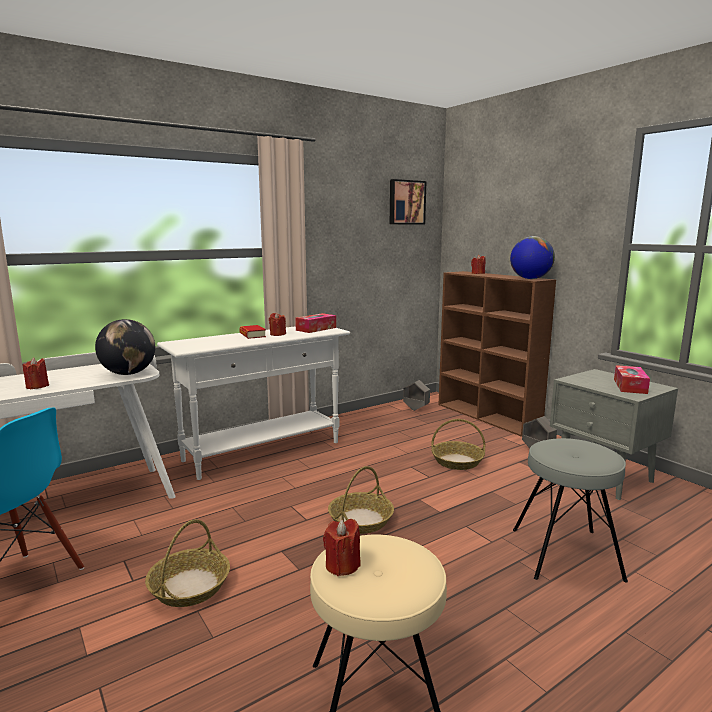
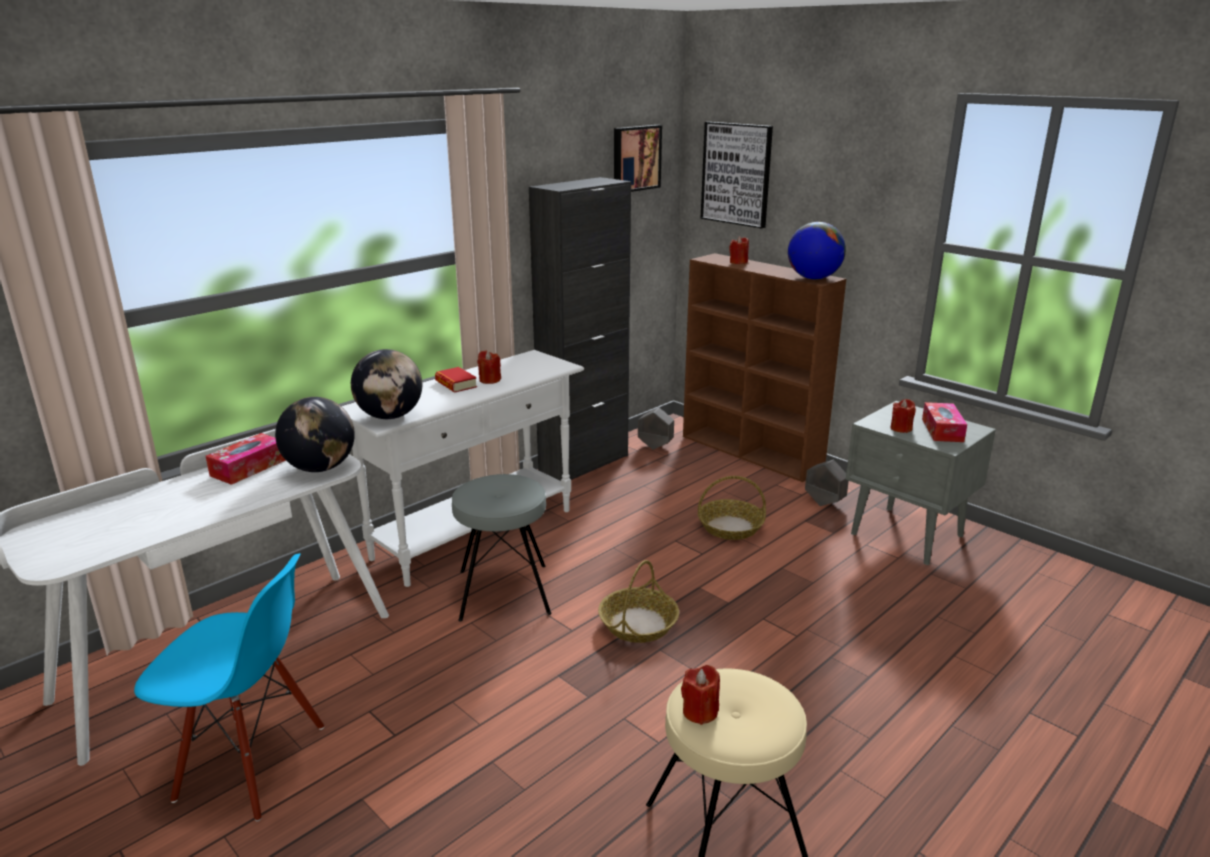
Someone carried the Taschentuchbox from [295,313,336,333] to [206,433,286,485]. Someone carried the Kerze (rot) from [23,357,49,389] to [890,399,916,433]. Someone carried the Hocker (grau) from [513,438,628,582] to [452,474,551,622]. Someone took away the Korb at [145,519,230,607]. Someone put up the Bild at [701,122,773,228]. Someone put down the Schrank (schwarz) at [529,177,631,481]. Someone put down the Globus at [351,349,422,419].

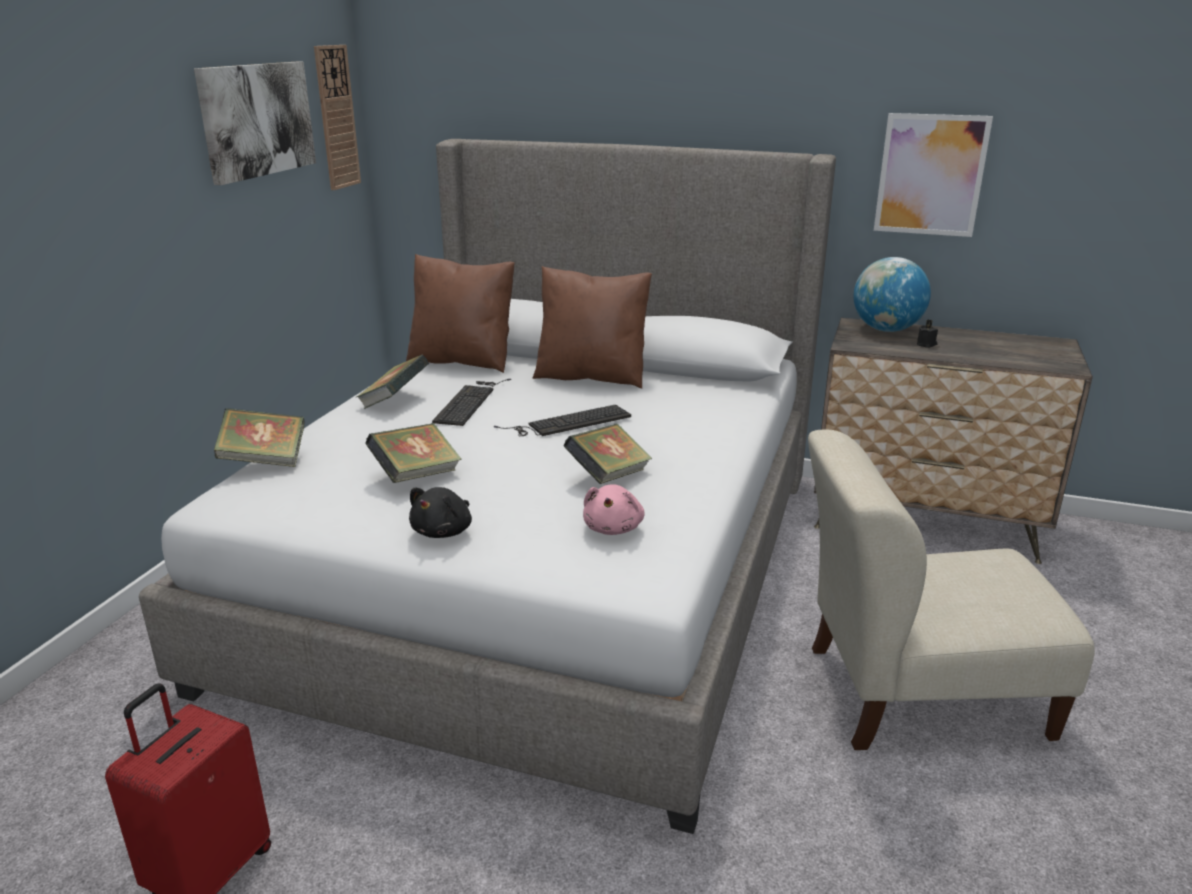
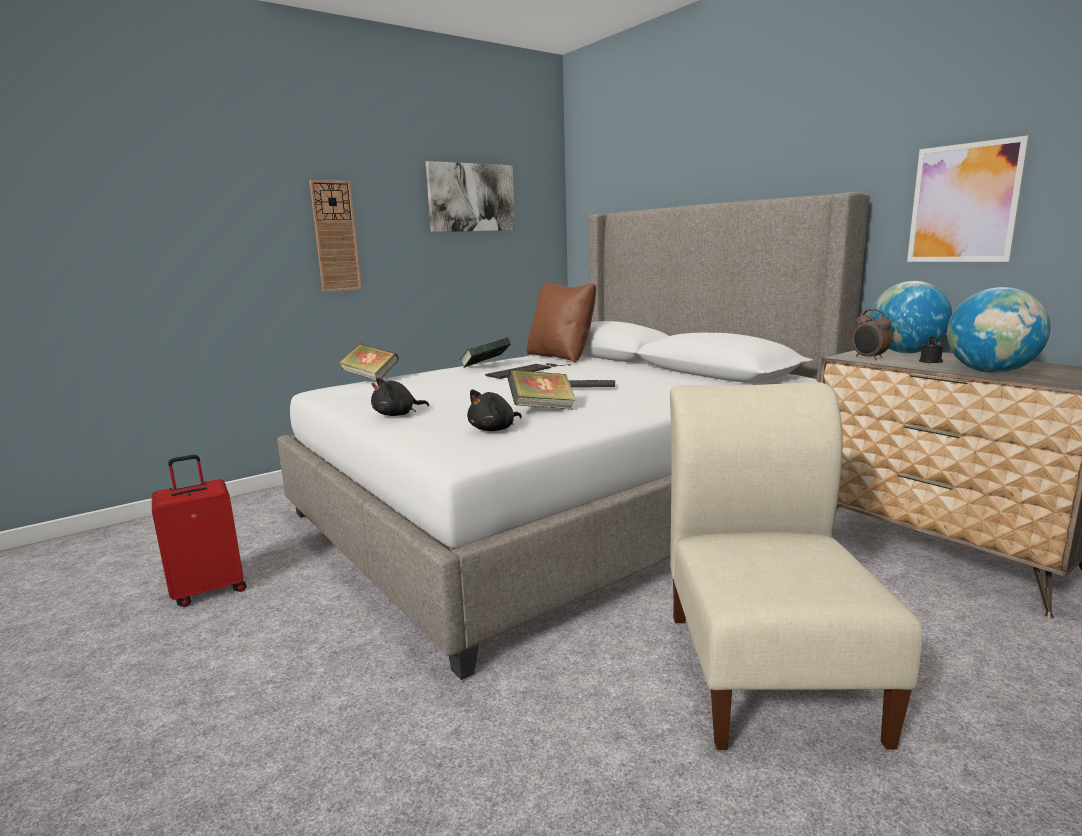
Someone carried the Wanduhr from [314,45,361,190] to [309,180,361,292]. Someone took away the Kissen (braun) at [533,266,652,388]. Someone took away the Buch at [365,423,462,483]. Someone rotated the Stuhl (beige) at [808,430,1095,750] by 60 degrees clockwise. Someone repainted the Plüschtier (rosa) at [583,484,645,535], which became the Plüschtier (schwarz) at [467,390,522,431]. Someone put down the Globus at [947,287,1051,373]. Someone put down the Wecker at [852,309,892,360].

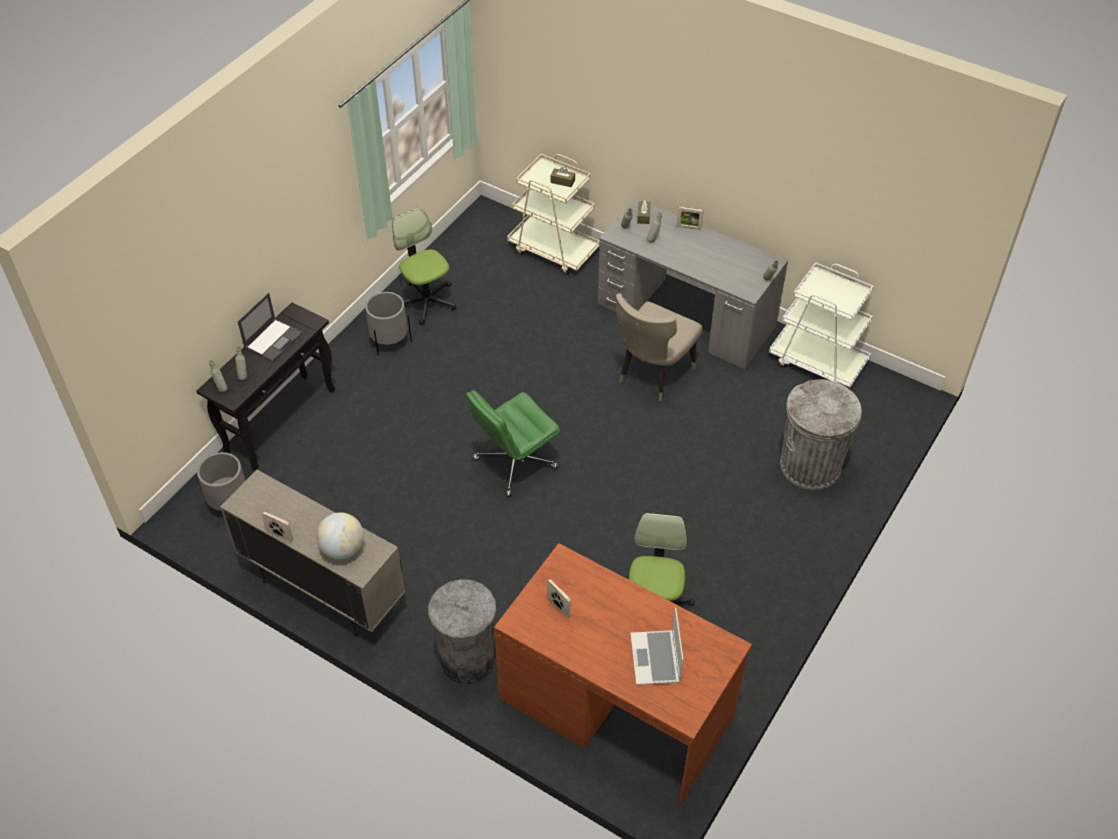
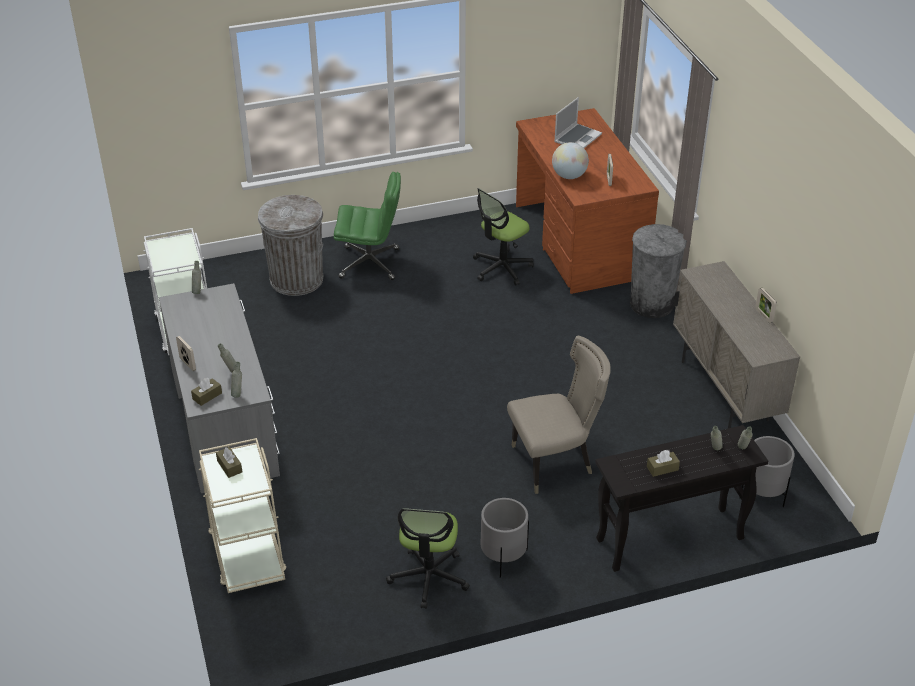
Someone swapped the Laptop at [238,293,303,362] for the Taschentuchbox (braun) at [647,450,680,477]. Someone carried the Stuhl (beige) from [616,294,703,401] to [507,335,611,494]. Someone carried the Bürostuhl (grün) from [466,390,560,497] to [334,172,401,280]. Someone carried the Globus from [316,512,364,560] to [552,142,589,179].

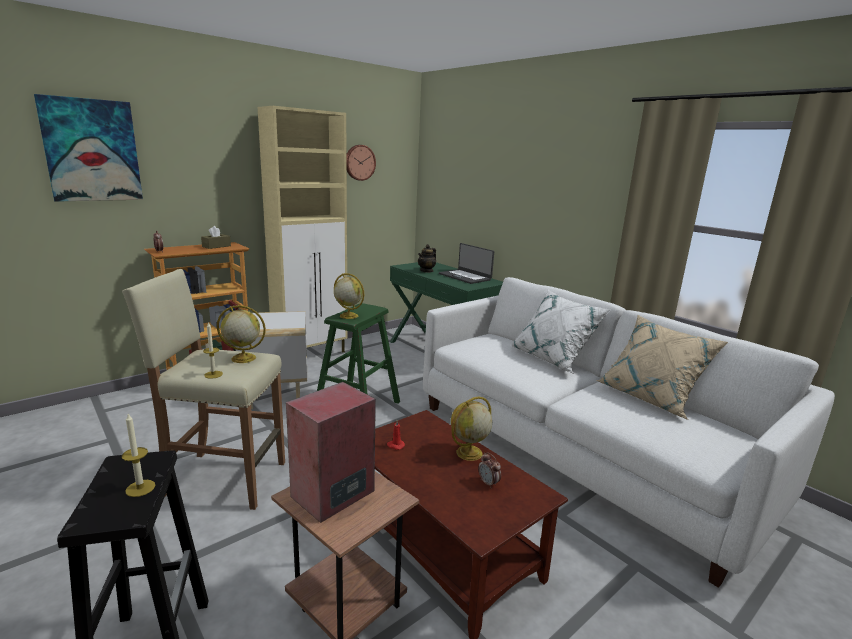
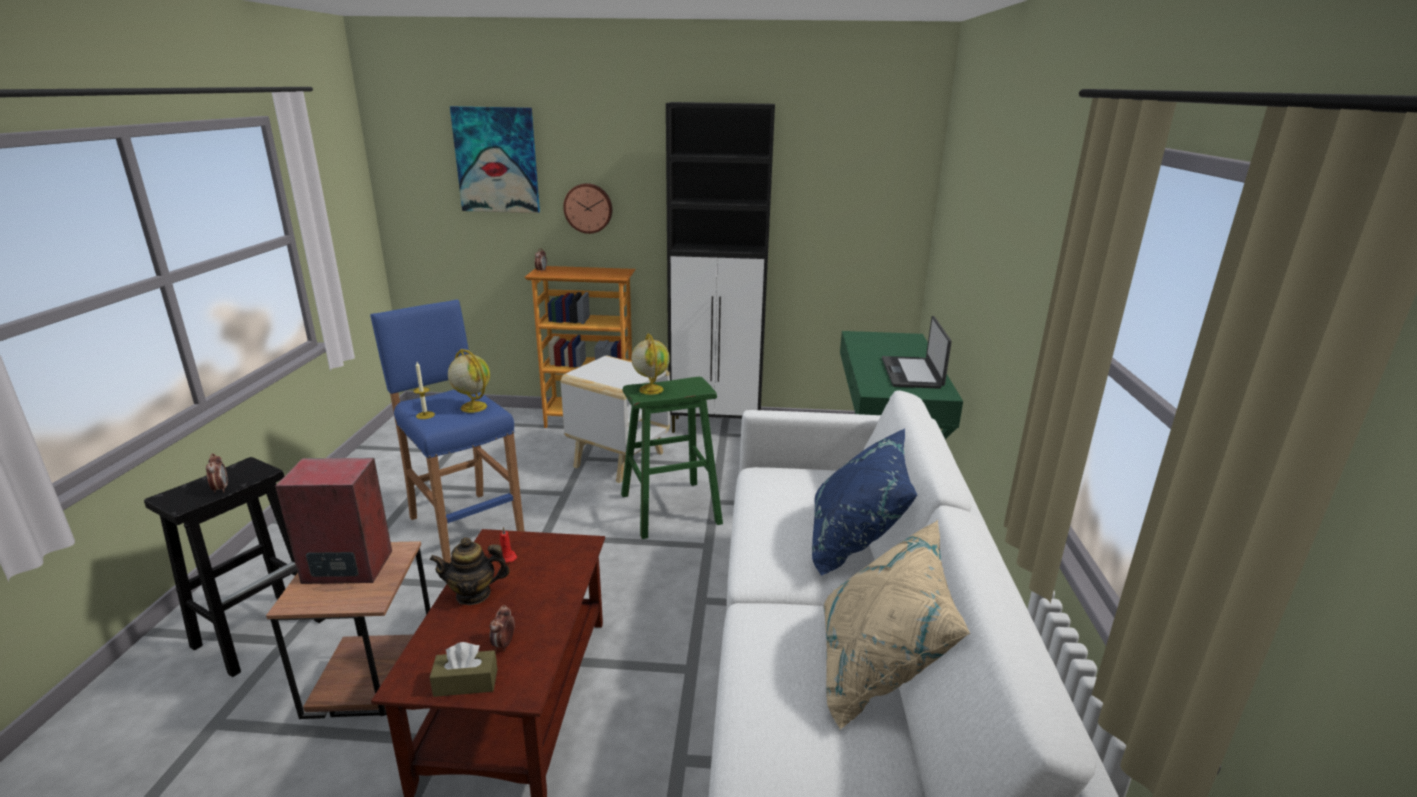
Someone repainted the Schrank (beige) at [258,106,348,352], which became the Schrank (schwarz) at [666,102,775,433]. Someone carried the Wanduhr from [347,145,376,181] to [563,183,612,234]. Someone carried the Taschentuchbox (braun) from [201,226,231,249] to [430,642,498,697]. Someone carried the Teekanne from [418,244,436,273] to [429,537,510,605]. Someone repainted the Hocker (beige) at [122,269,285,510], which became the Hocker (blau) at [370,299,525,563]. Someone repainted the Kissen (weiß) at [510,290,611,374], which became the Kissen (blau) at [812,428,917,576]. Someone took away the Globus at [451,396,492,461]. Someone swapped the Kerze at [122,414,155,497] for the Wecker at [206,453,228,493].

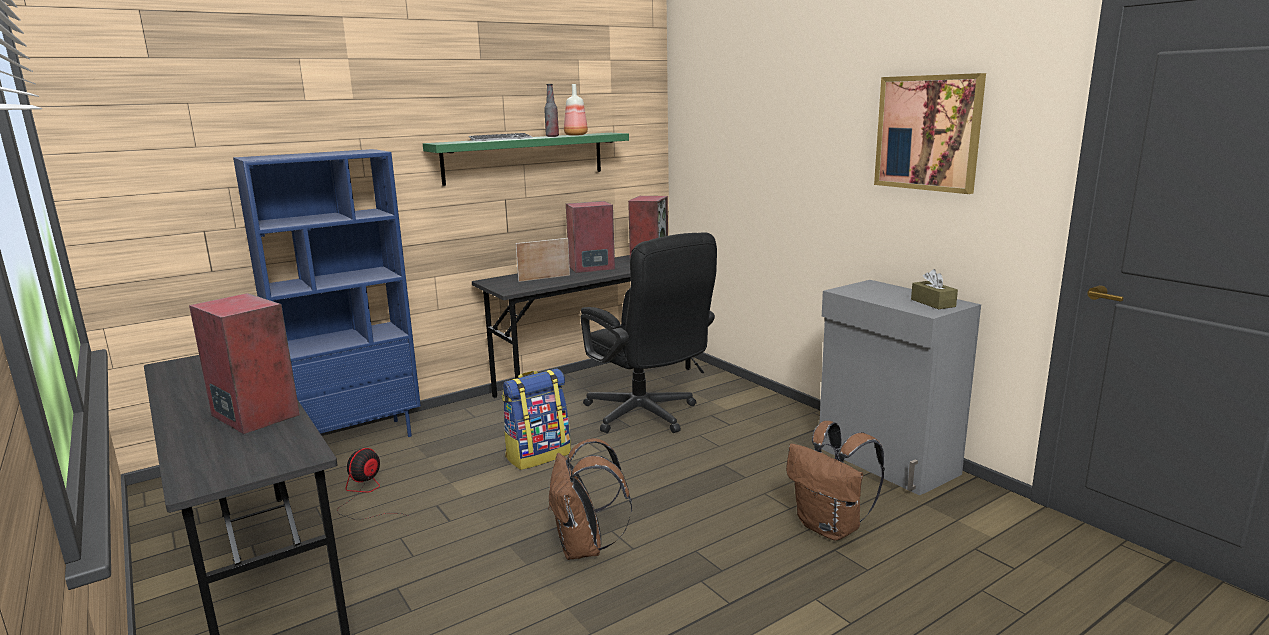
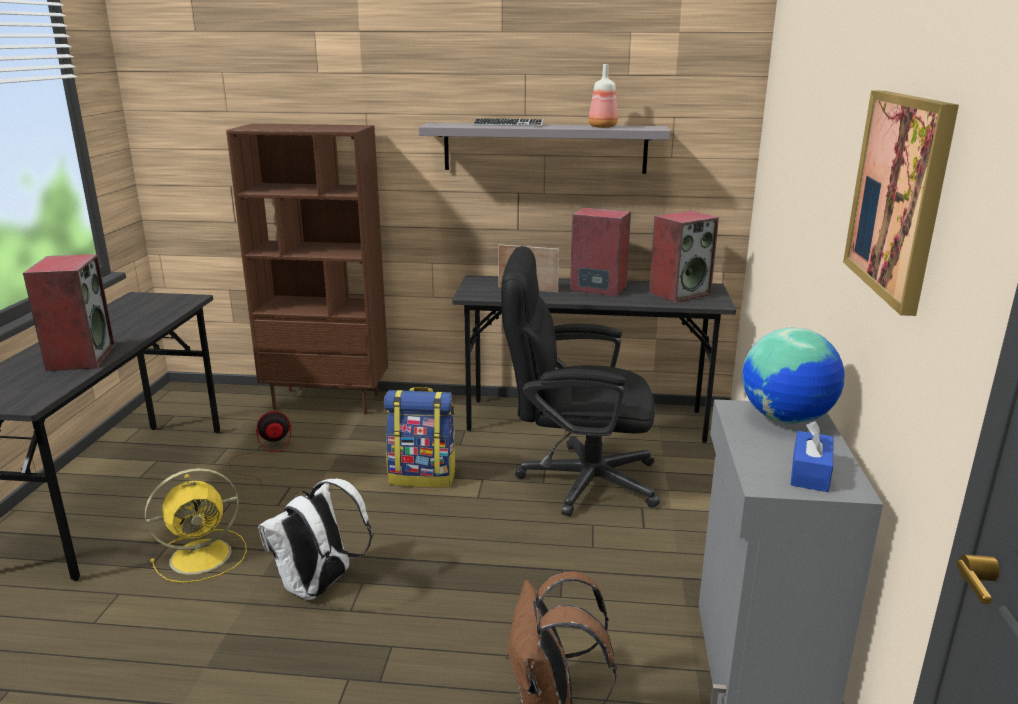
Someone took away the Flasche at [544,84,559,137]. Someone repainted the Wandregal (grün) at [423,133,629,186], which became the Wandregal (grau) at [419,123,670,174]. Someone repainted the Bücherregal (blau) at [233,149,421,437], which became the Bücherregal (braun) at [226,124,388,414]. Someone rotated the Bürostuhl (schwarz) at [580,232,717,433] by 90 degrees clockwise. Someone repainted the Taschentuchbox (braun) at [911,269,958,309], which became the Taschentuchbox (blau) at [790,421,833,492]. Someone repainted the Rucksack (braun) at [548,438,632,560], which became the Rucksack (weiß) at [258,479,372,600]. Someone put down the Globus at [742,328,845,424]. Someone put down the Ventilator (gelb) at [145,468,247,583].

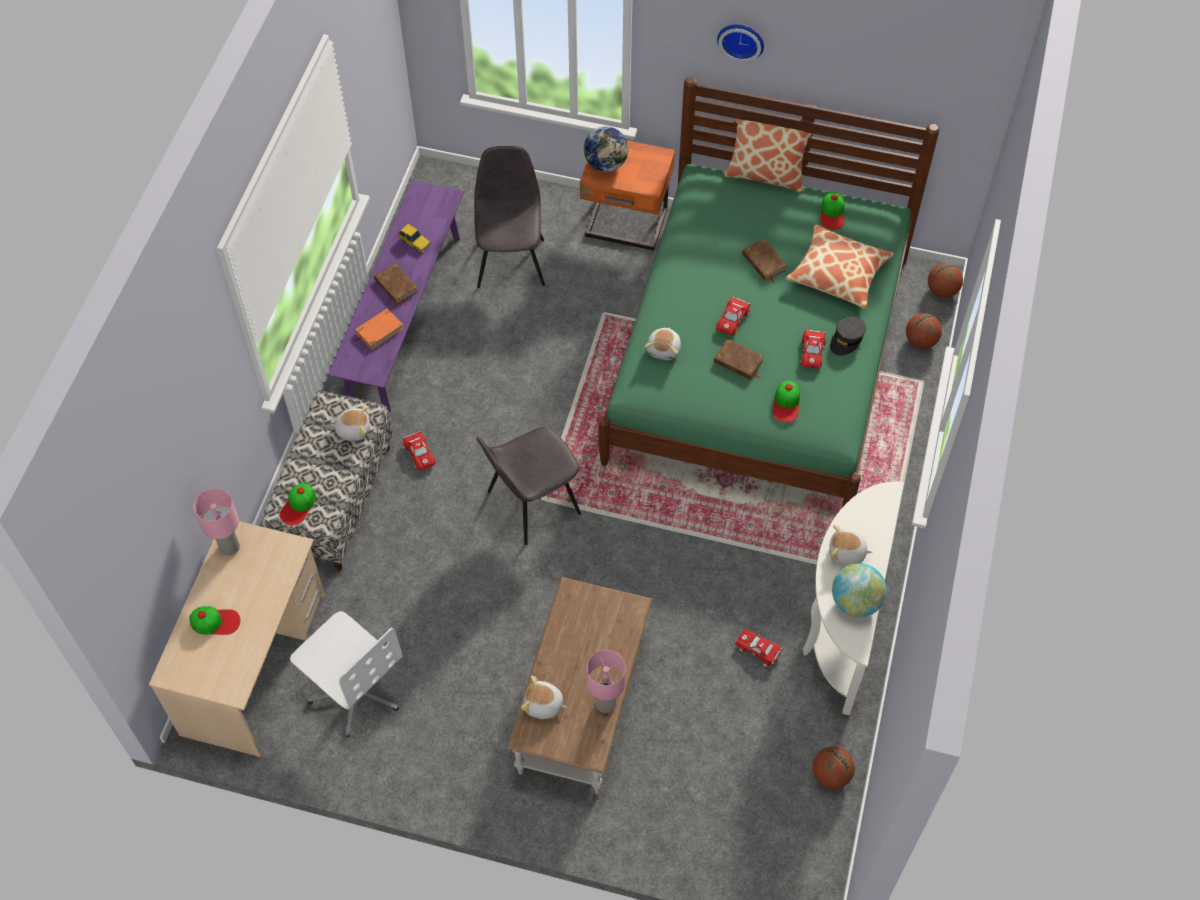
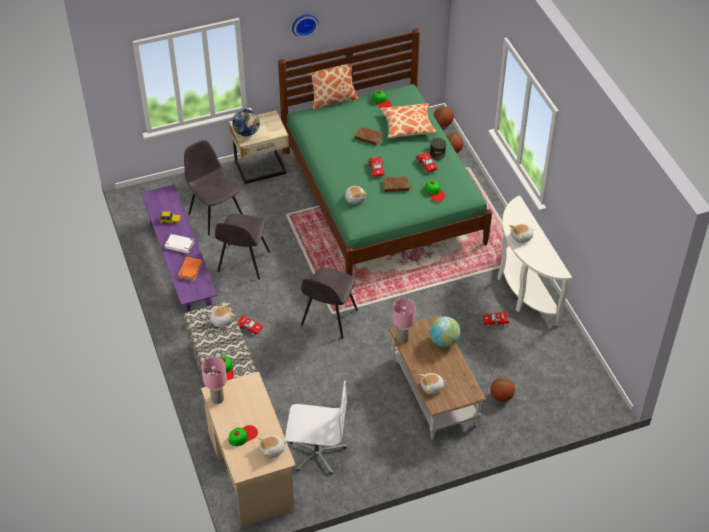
Someone repainted the Nachttisch (orange) at [580,140,675,251], which became the Nachttisch (beige) at [229,111,289,184]. Someone repainted the Buch (braun) at [374,263,418,306], which became the Buch (weiß) at [165,234,194,253]. Someone carried the Globus from [832,563,887,617] to [429,316,460,347]. Someone carried the Tischlampe (rosa) from [587,650,626,713] to [393,298,416,343]. Someone carried the Basketball from [813,746,855,789] to [490,377,515,402]. Someone put down the Stuhl (grau) at [215,214,270,280]. Someone put down the Plüschtier at [257,435,287,459].

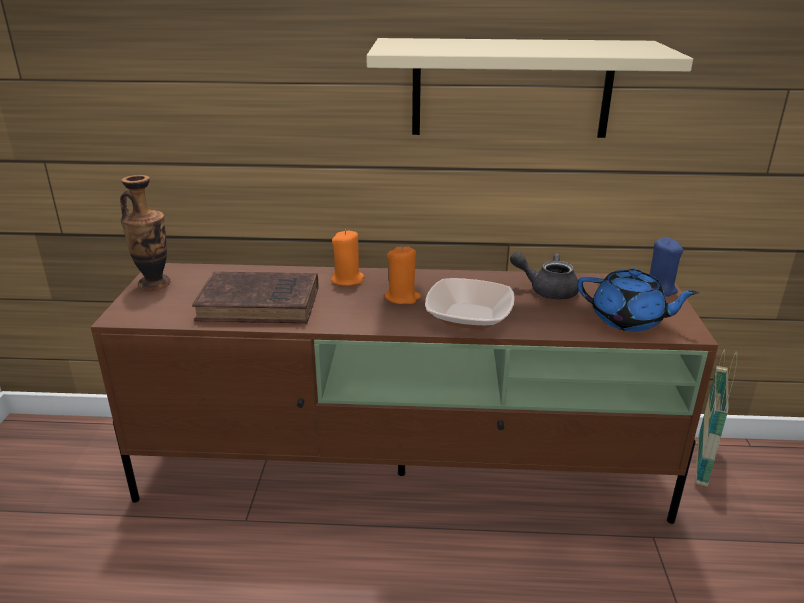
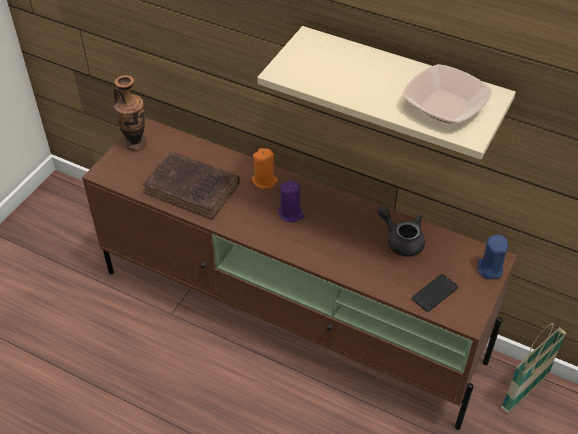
Someone repainted the Kerze (orange) at [384,245,421,304], which became the Kerze (lila) at [278,180,304,223]. Someone swapped the Teekanne (blau) at [577,268,699,332] for the Handy at [411,274,458,312]. Someone carried the Schüssel from [425,278,514,329] to [402,64,492,123].

